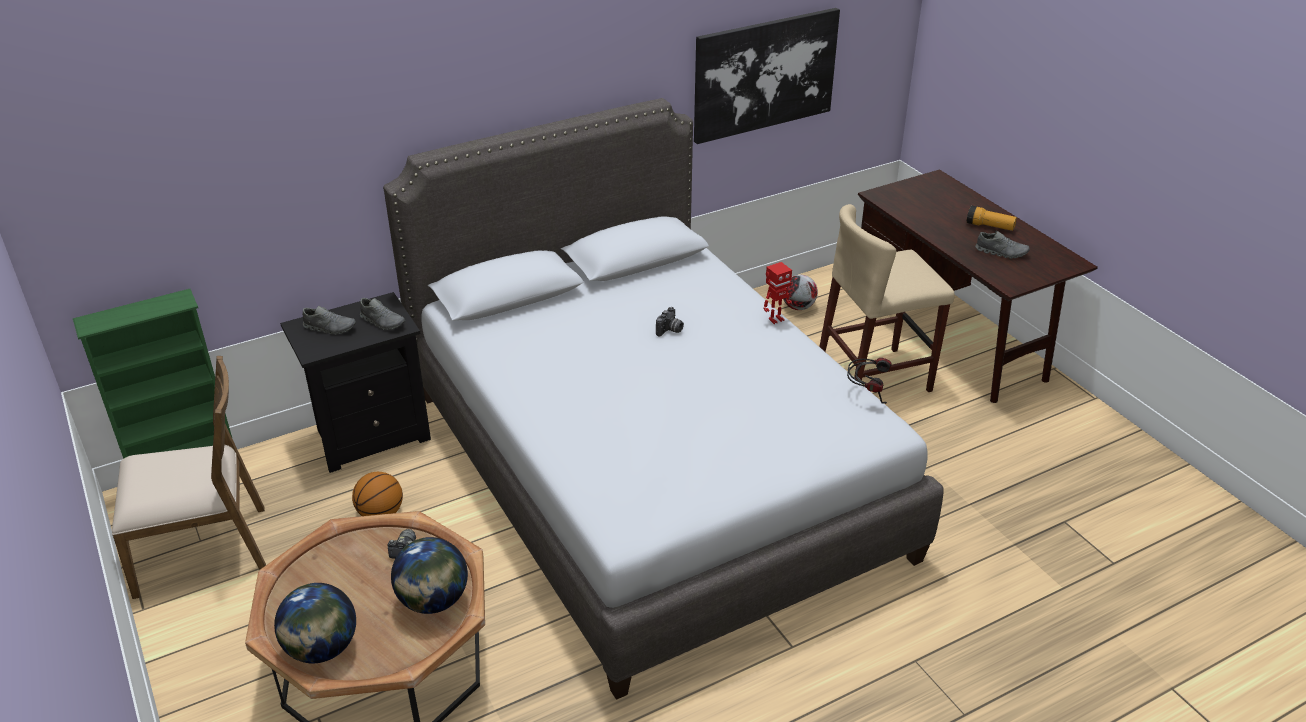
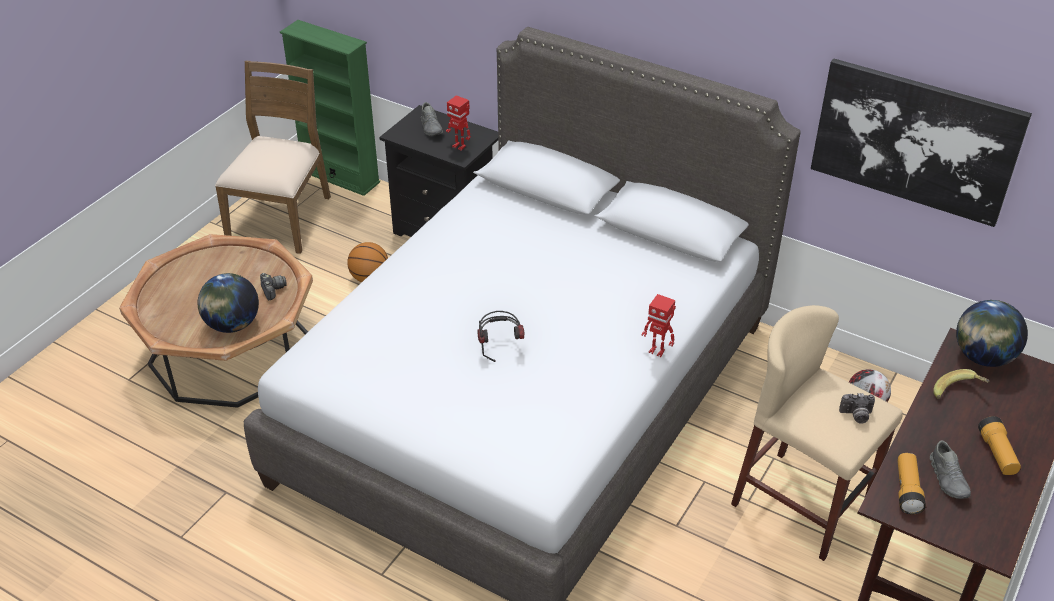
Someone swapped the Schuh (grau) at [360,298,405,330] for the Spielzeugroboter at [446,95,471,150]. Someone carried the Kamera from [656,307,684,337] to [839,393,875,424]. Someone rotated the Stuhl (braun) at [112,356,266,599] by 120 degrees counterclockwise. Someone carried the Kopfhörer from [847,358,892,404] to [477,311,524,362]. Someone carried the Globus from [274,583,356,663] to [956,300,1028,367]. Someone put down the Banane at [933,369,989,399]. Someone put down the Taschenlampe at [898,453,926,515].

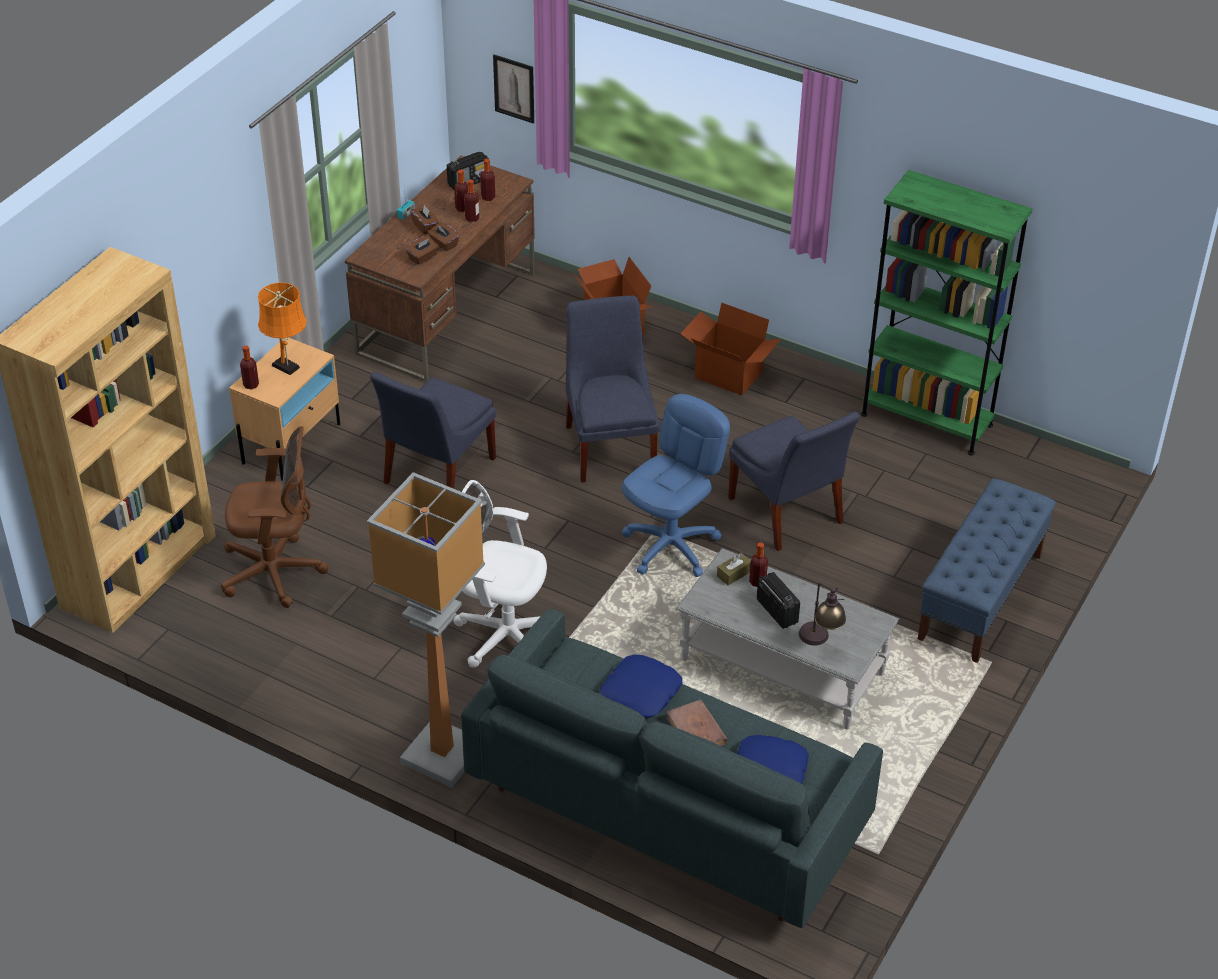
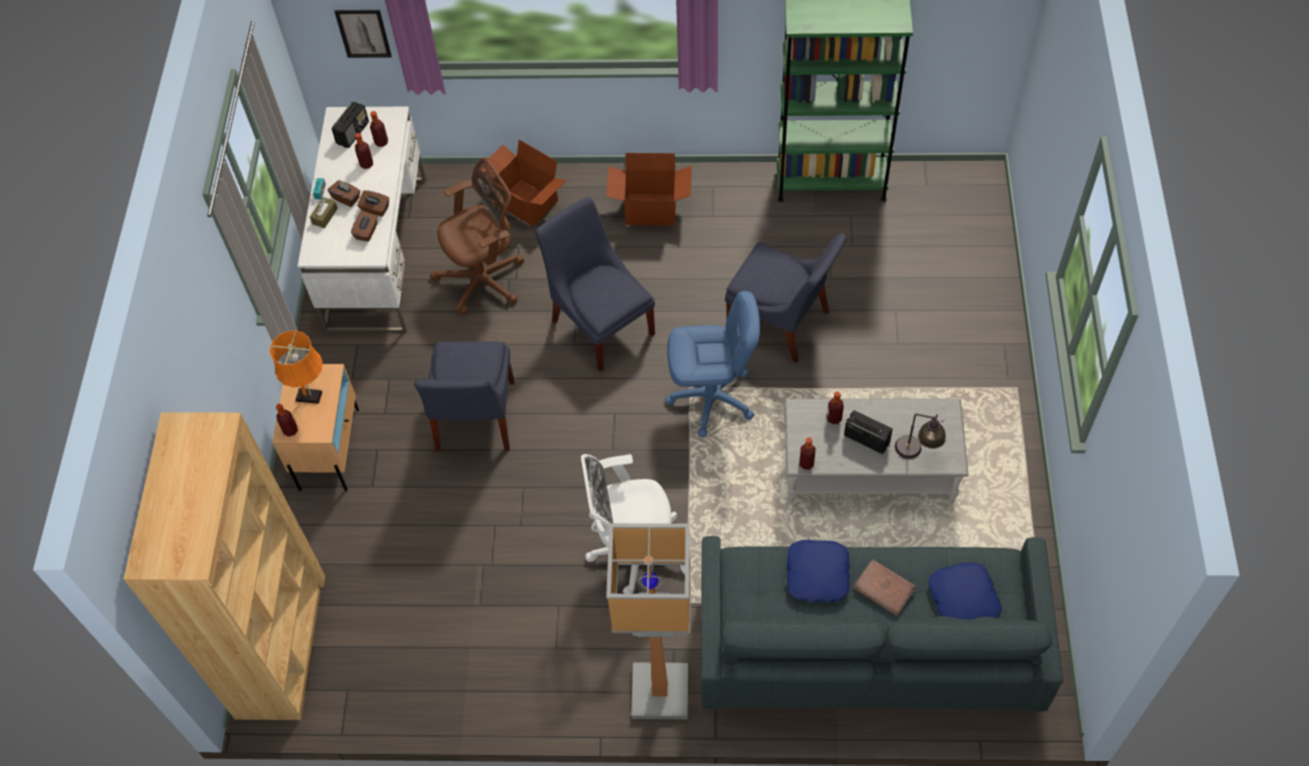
Someone repainted the Schreibtisch (braun) at [345,156,535,382], which became the Schreibtisch (weiß) at [298,107,426,332]. Someone carried the Flasche from [464,180,479,222] to [799,437,816,470]. Someone rotated the Bürostuhl (blau) at [622,394,730,577] by 75 degrees clockwise. Someone carried the Bürostuhl (braun) from [221,426,329,608] to [430,157,524,315]. Someone took away the Bank (blau) at [918,478,1056,663]. Someone carried the Taschentuchbox (braun) from [717,553,751,586] to [310,197,338,228].

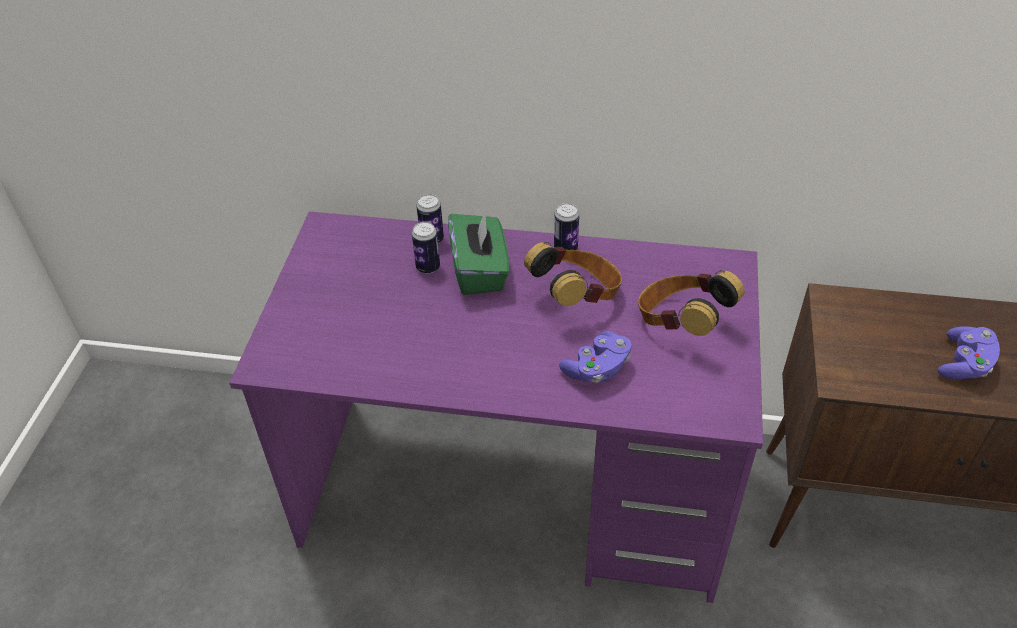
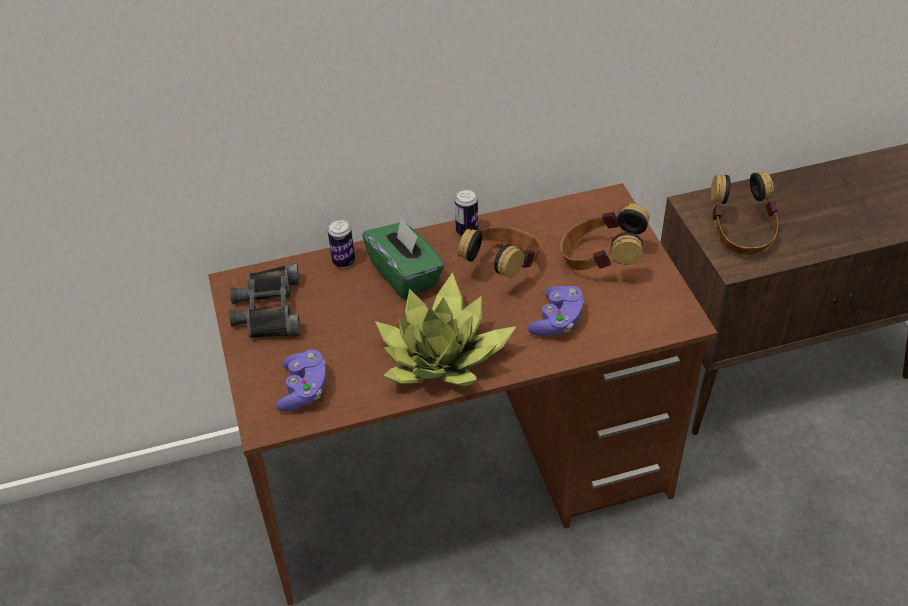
Someone repainted the Schreibtisch (lila) at [229,211,763,603], which became the Schreibtisch (braun) at [208,183,717,605]. Someone took away the Dose at [412,222,440,274]. Someone carried the Gamepad (lila) from [938,326,1000,380] to [276,350,326,411]. Someone put down the Kopfhörer at [711,172,779,255]. Someone put down the Fernglas (schwarz) at [229,264,301,338]. Someone put down the Topfpflanze at [375,272,517,386].

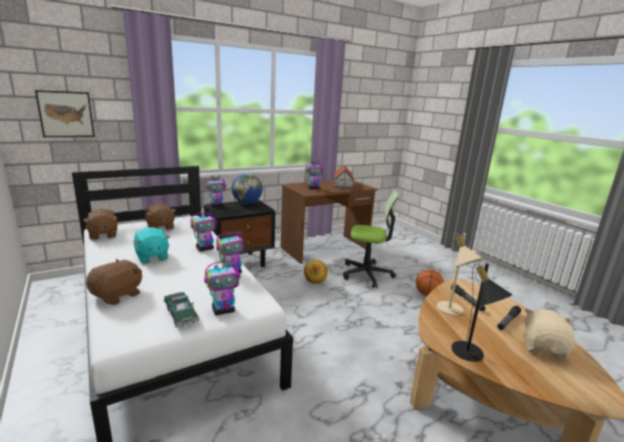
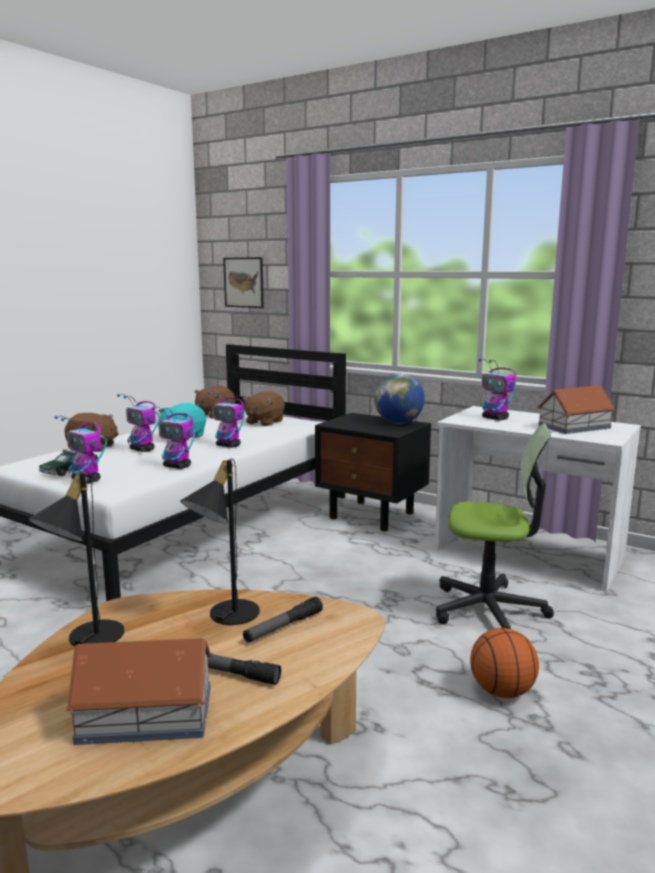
Someone carried the Spielzeugroboter from [206,175,226,207] to [117,394,160,452]. Someone repainted the Schreibtisch (braun) at [281,180,377,264], which became the Schreibtisch (weiß) at [435,406,641,592]. Someone rotated the Bürostuhl at [343,190,399,288] by 60 degrees counterclockwise. Someone repainted the Tischlampe (beige) at [437,233,483,315], which became the Tischlampe (schwarz) at [180,458,260,625]. Someone took away the Fußball at [304,260,328,284]. Someone swapped the Plüschtier (beige) at [524,309,575,360] for the Spielzeughaus at [65,638,213,745].

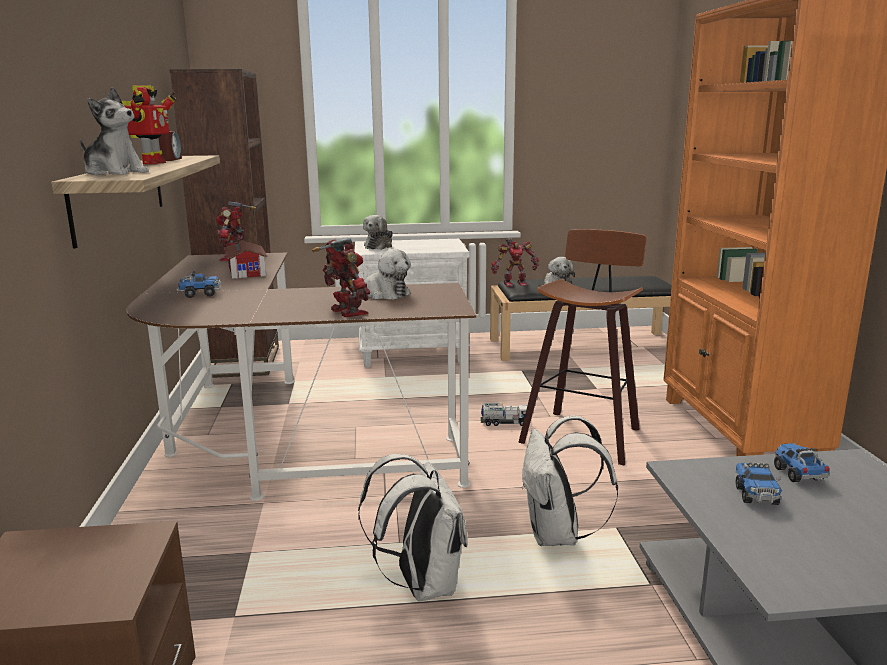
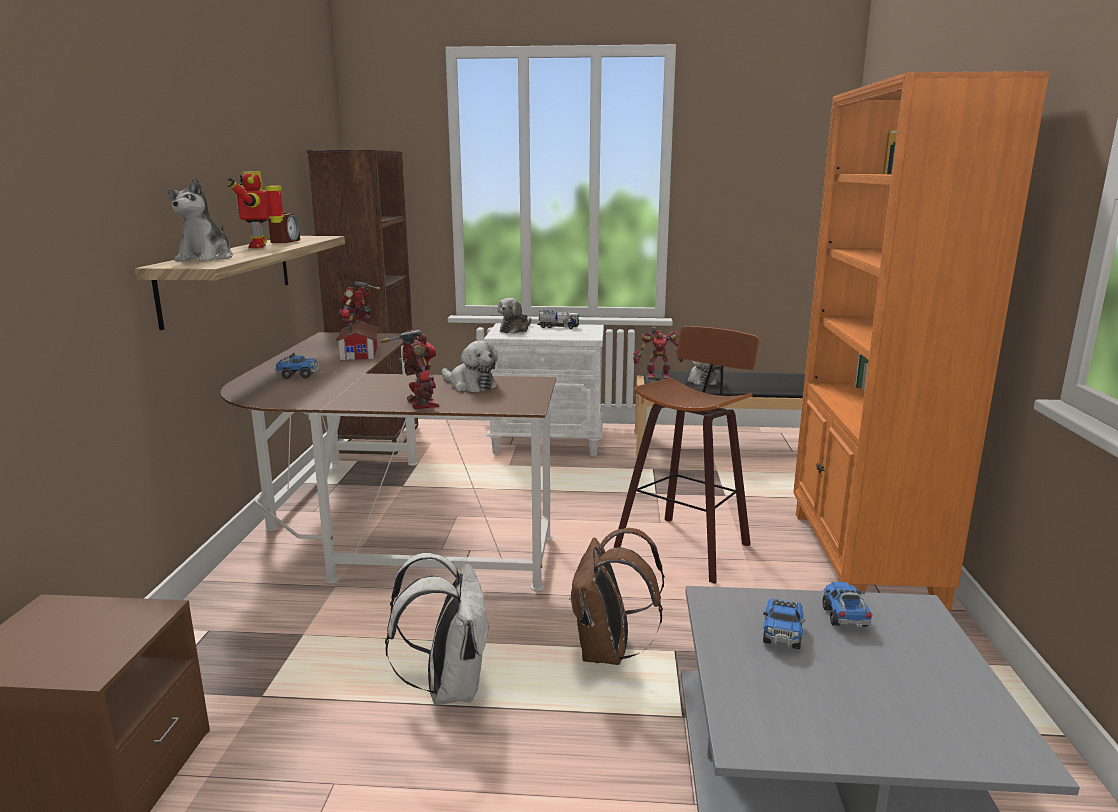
Someone rotated the Spielzeugroboter at [122,85,176,165] by 150 degrees clockwise. Someone rotated the Plüschtier at [80,87,149,175] by 60 degrees clockwise. Someone carried the Spielzeuglaster from [480,403,527,426] to [537,310,579,329]. Someone repainted the Rucksack (weiß) at [522,415,618,546], which became the Rucksack (braun) at [570,528,665,665].

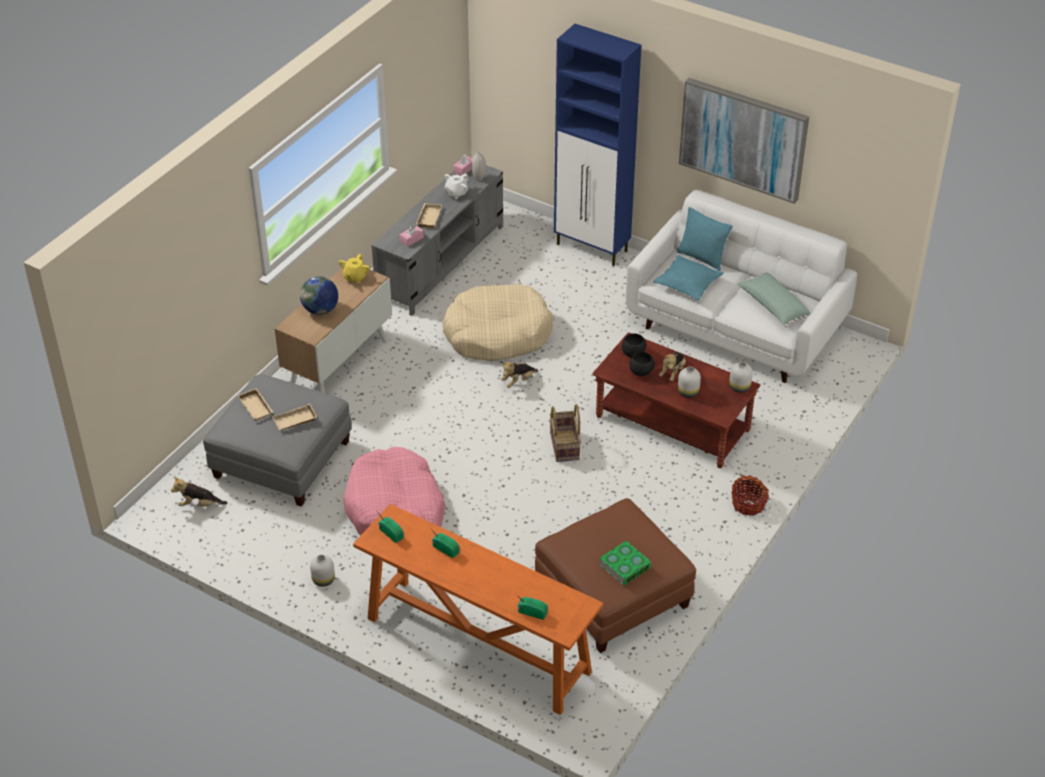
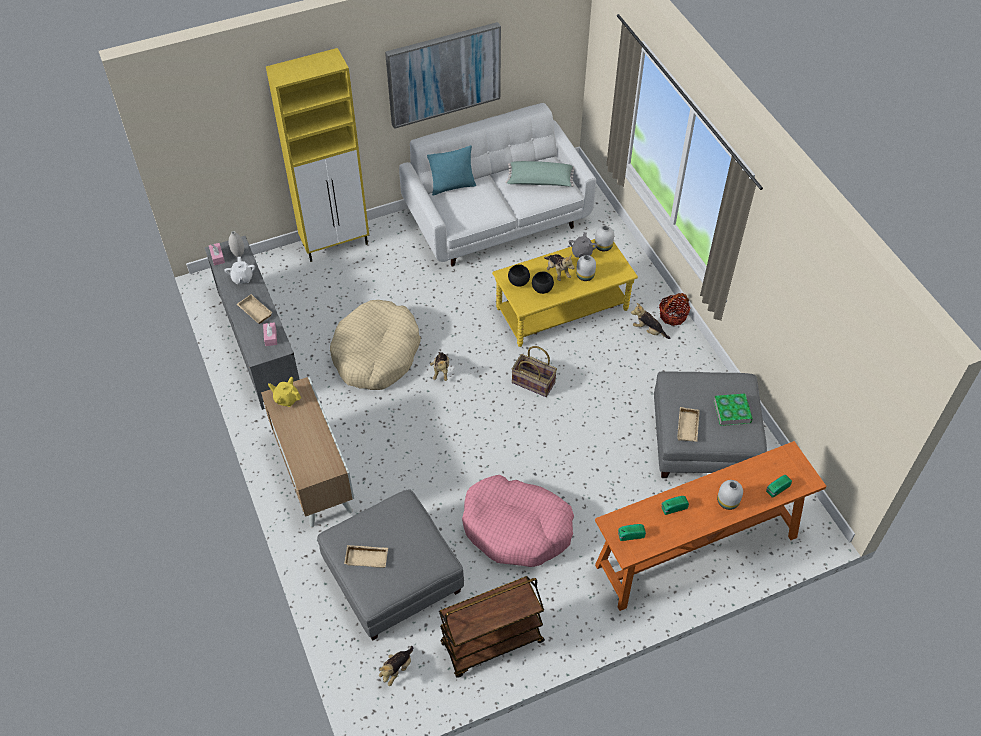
Someone repainted the Schrank (blau) at [554,24,641,266], which became the Schrank (gelb) at [266,48,369,262]. Someone rotated the Teekanne (gelb) at [339,254,370,283] by 150 degrees clockwise. Someone took away the Kissen (türkis) at [653,255,723,300]. Someone took away the Globus at [300,276,338,315]. Someone repainted the Couchtisch (braun) at [592,333,760,468], which became the Couchtisch (gelb) at [492,239,638,347]. Someone carried the Tablett (beige) from [272,404,317,430] to [677,407,700,442]. Someone repainted the Polsterhocker (braun) at [535,498,696,653], which became the Polsterhocker (grau) at [654,371,767,478]. Someone carried the Vase (weiß) from [310,555,335,587] to [717,480,743,510]. Someone put down the Teekanne (grau) at [568,232,598,258]. Someone put down the Plüschtier at [631,303,670,339]. Someone put down the Rollwagen (braun) at [439,576,545,678].

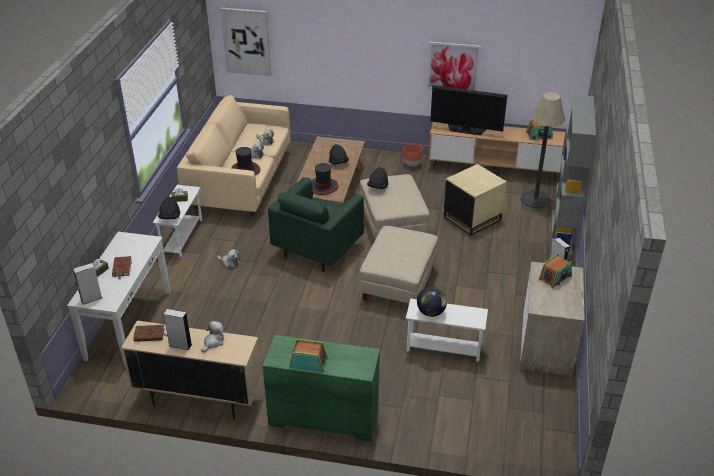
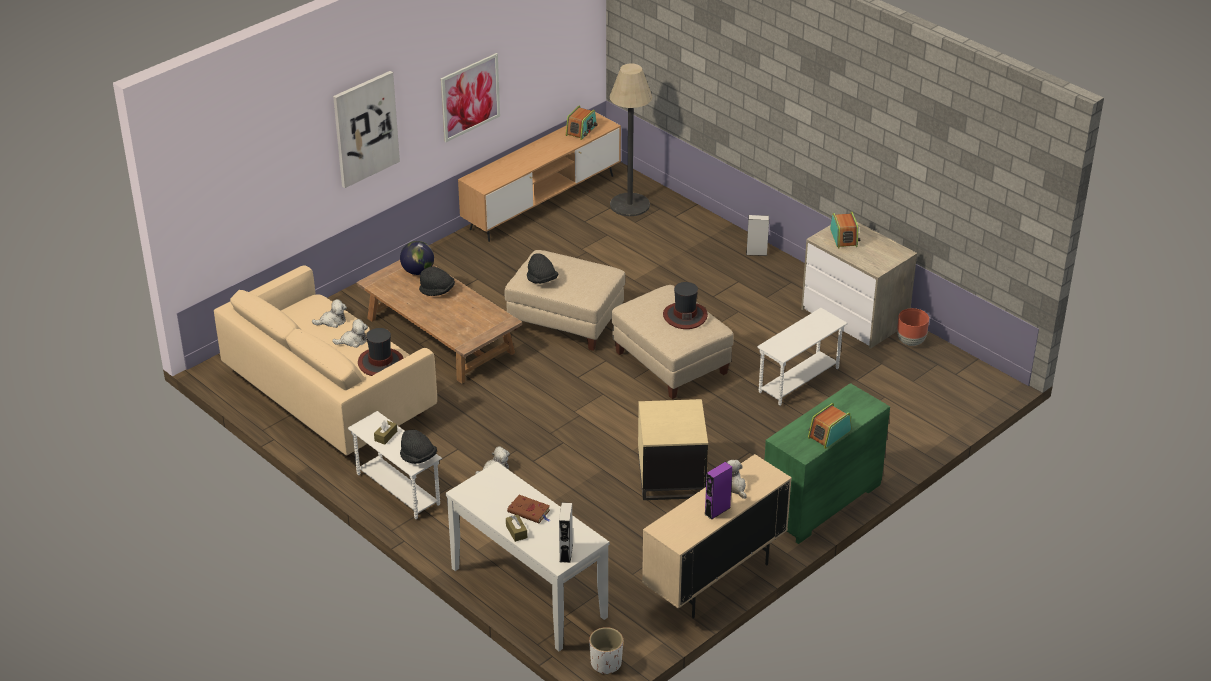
Someone carried the Bild from [220,8,271,76] to [333,71,400,188]. Someone took away the Fernseher at [430,85,507,135]. Someone took away the Bücherregal (grau) at [551,95,596,255]. Someone carried the Pflanzkübel (braun) from [403,143,423,167] to [897,308,929,346]. Someone carried the Hut from [311,163,339,195] to [663,282,708,329]. Someone carried the Beistelltisch (beige) from [444,164,507,235] to [638,399,708,500]. Someone took away the Sessel (grün) at [268,177,364,272]. Someone carried the Globus from [417,287,447,317] to [400,241,434,275]. Someone repainted the Lautsprecher (grau) at [164,309,192,350], which became the Lautsprecher (lila) at [704,462,732,520]. Someone took away the Buch (braun) at [133,325,168,342]. Someone put down the Pflanzkübel (weiß) at [589,627,623,675].

